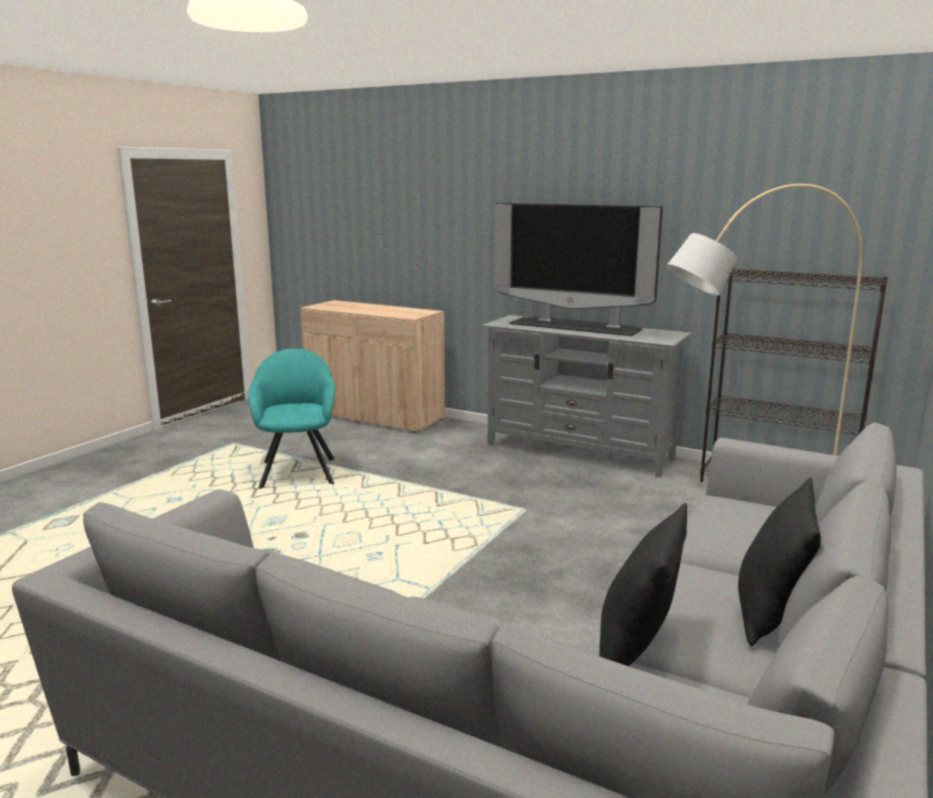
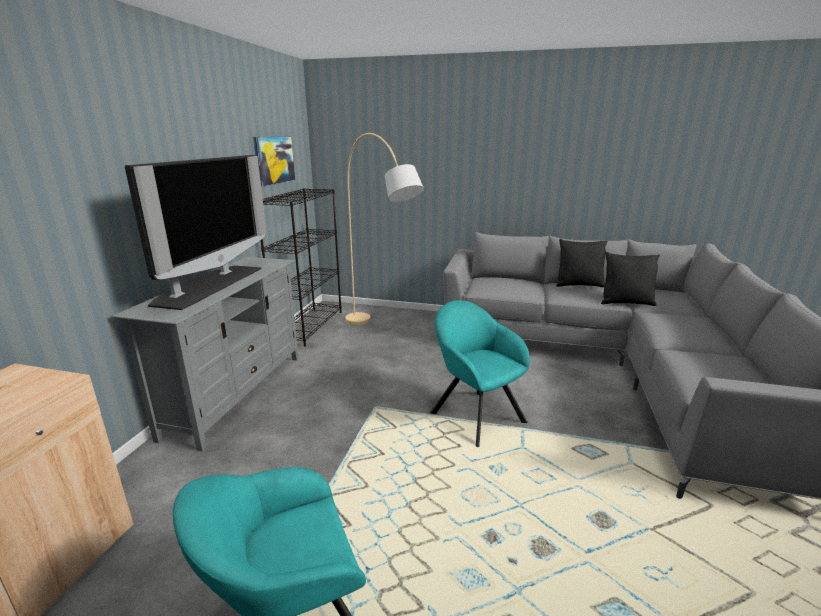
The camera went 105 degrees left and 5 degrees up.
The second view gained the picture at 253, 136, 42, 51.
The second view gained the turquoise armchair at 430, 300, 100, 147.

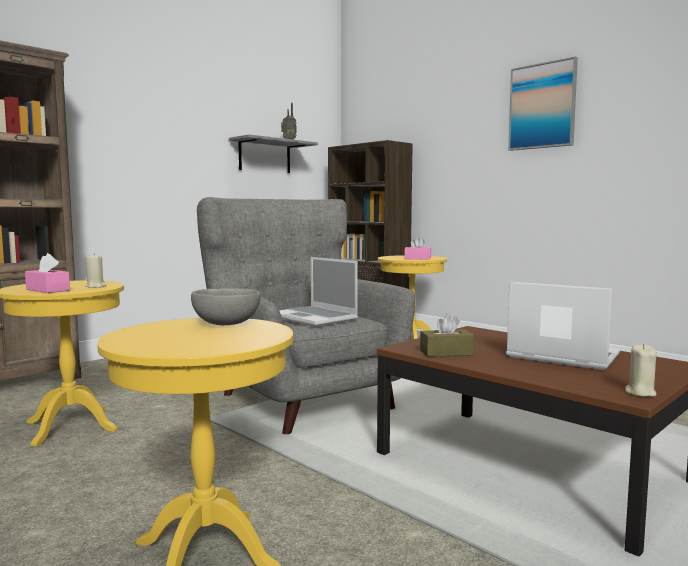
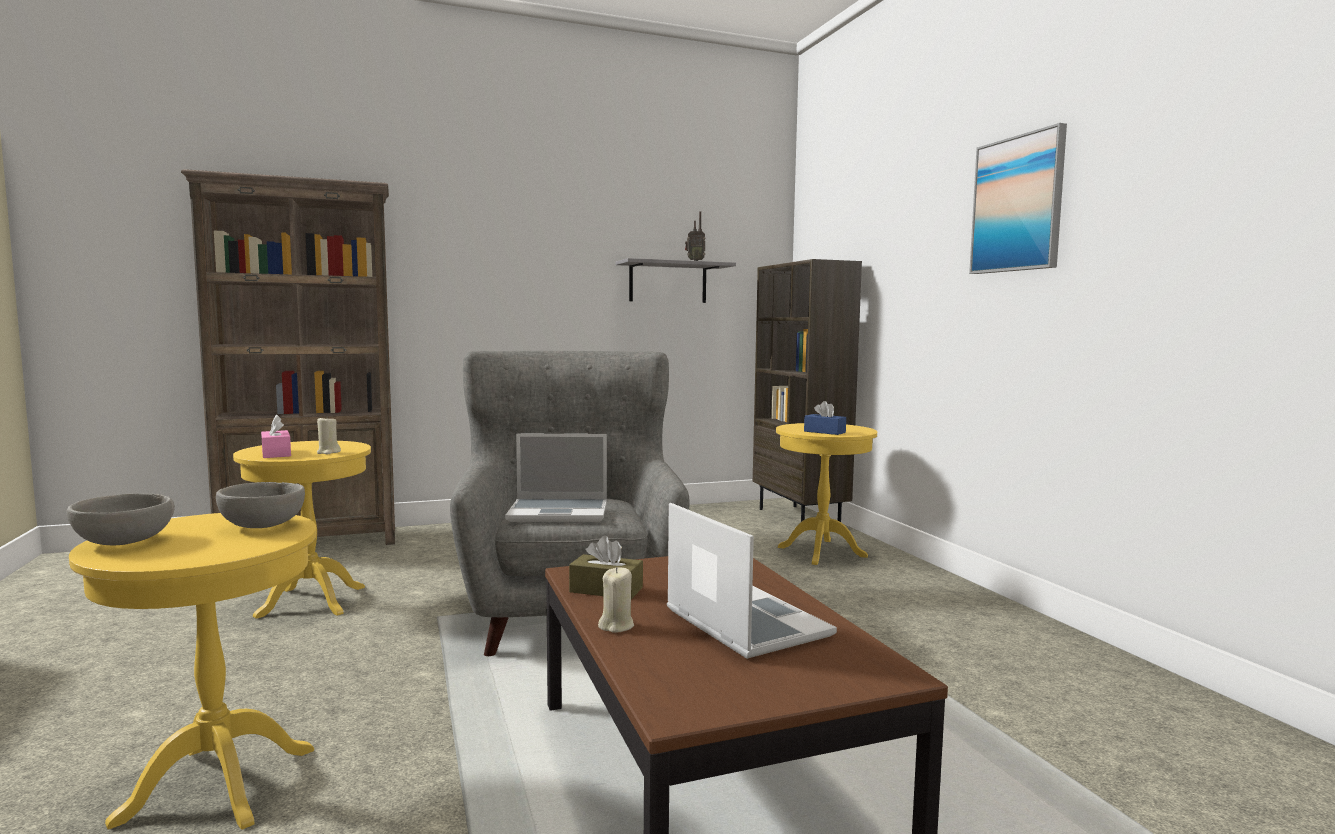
The camera went 25 degrees right and 0 degrees up.
The laptop at 279, 257, 79, 70 ended up facing another way, 75 degrees counterclockwise from before.
What was the pink tissue box at 404, 237, 27, 23 turned into the blue tissue box at 804, 401, 42, 34.
The beige candle ended up elsewhere, having gone from 625, 344, 32, 53 to 598, 567, 36, 66.
The second view gained the grey bowl at 67, 493, 108, 52.

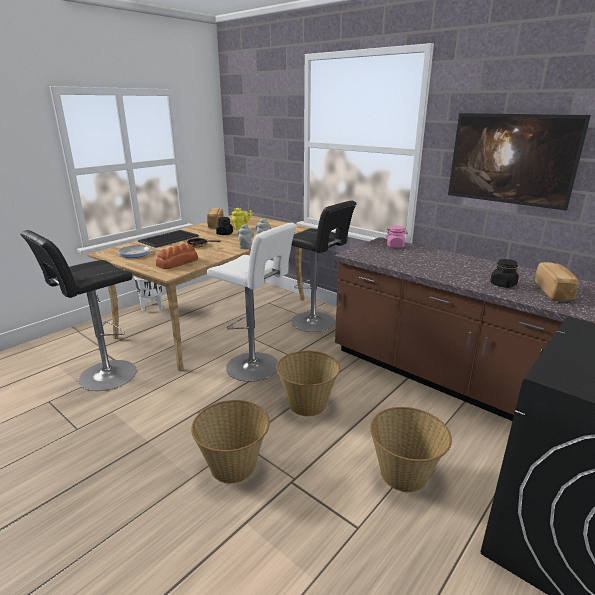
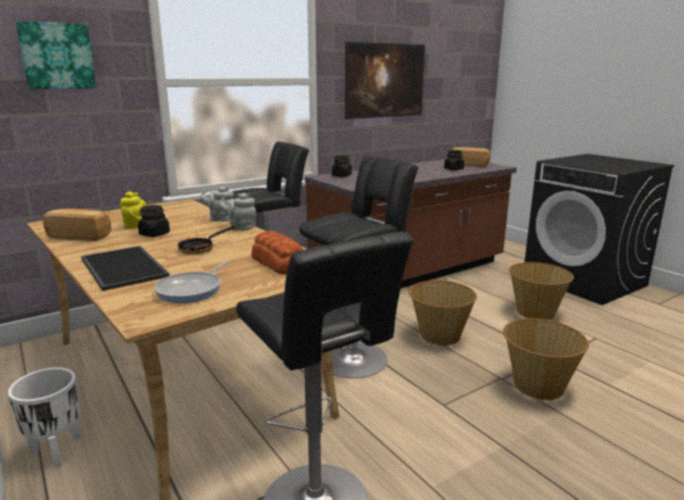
The camera went 75 degrees left and 5 degrees down.
What was the white stool at 207, 223, 90, 159 turned into the black stool at 299, 156, 120, 222.
What was the pink jar at 385, 226, 23, 22 turned into the black jar at 332, 155, 20, 22.
The second view gained the picture at 16, 21, 80, 68.

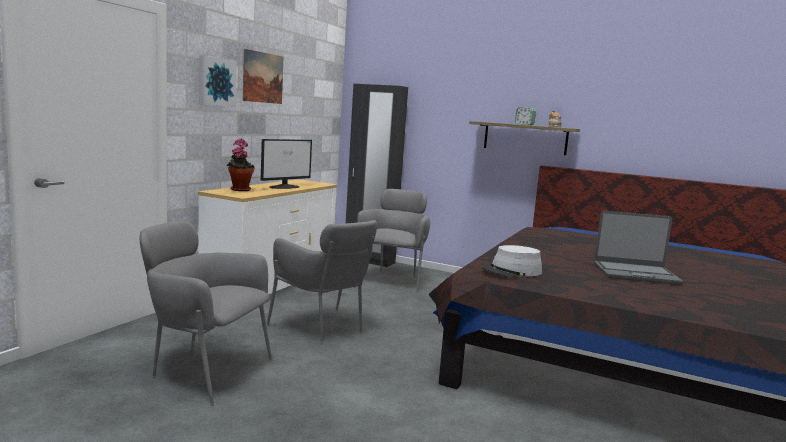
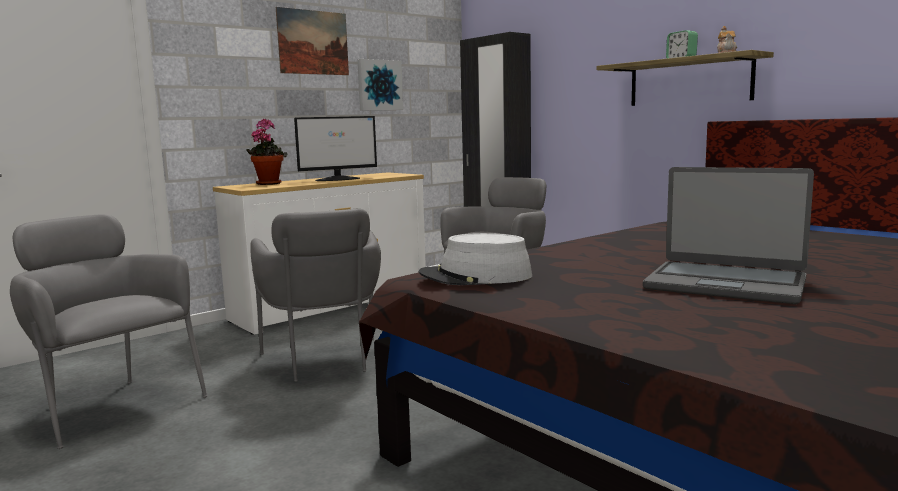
The camera went 25 degrees right and 0 degrees up.
The picture ended up elsewhere, having gone from 199, 55, 38, 52 to 357, 59, 46, 51.

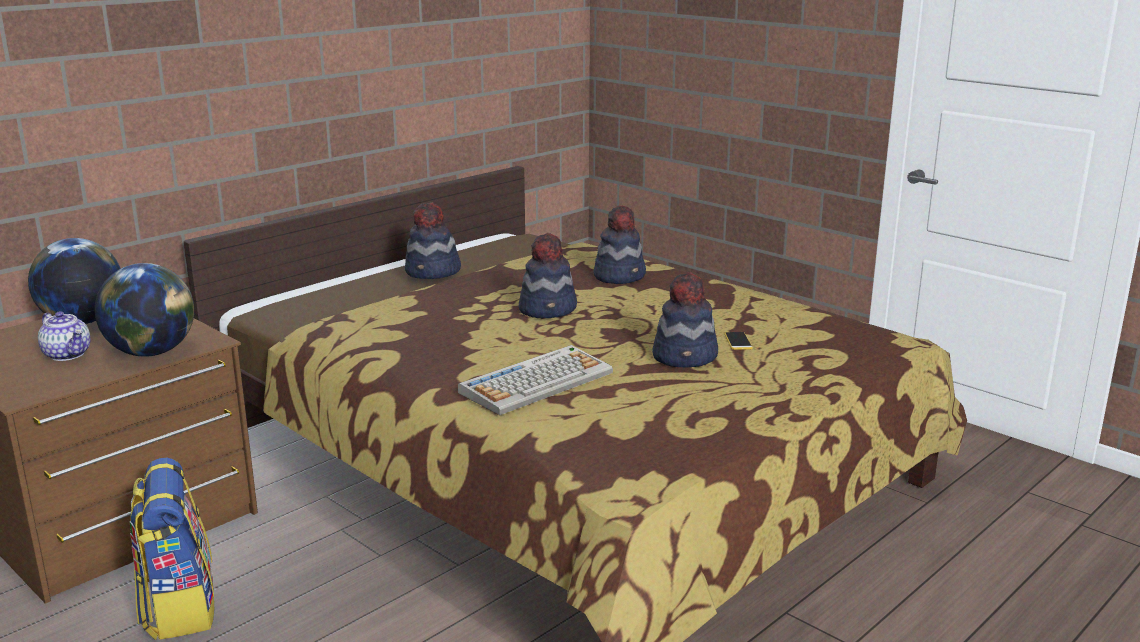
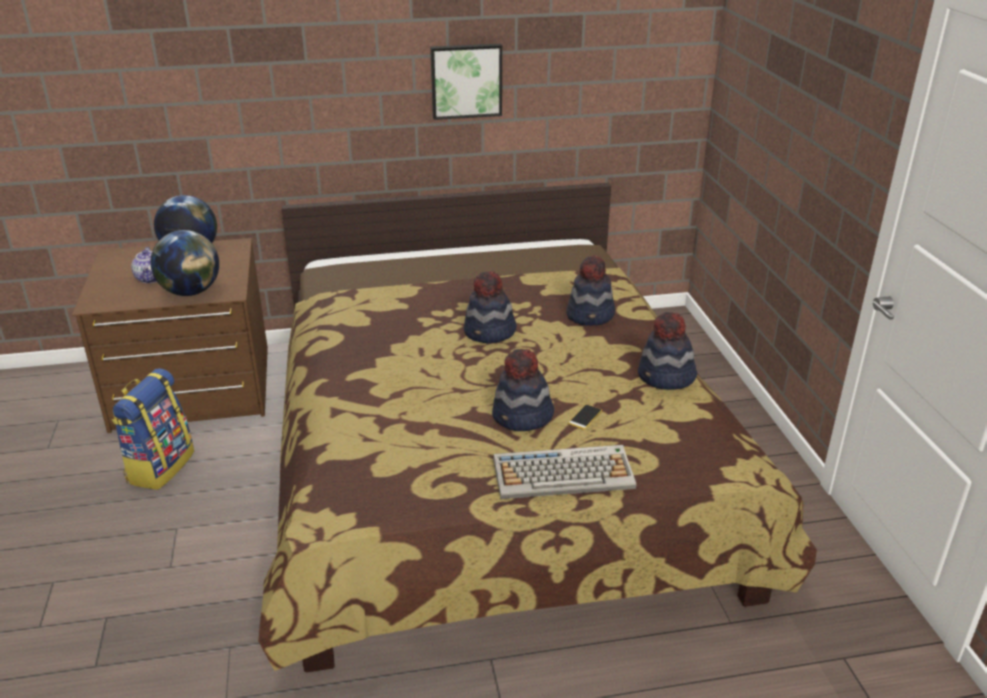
The camera went 35 degrees right and 10 degrees up.
The hat ended up elsewhere, having gone from 405, 202, 56, 77 to 638, 312, 59, 78.
The keyboard ended up elsewhere, having gone from 458, 345, 155, 70 to 493, 445, 143, 54.
The second view gained the picture at 430, 44, 72, 76.

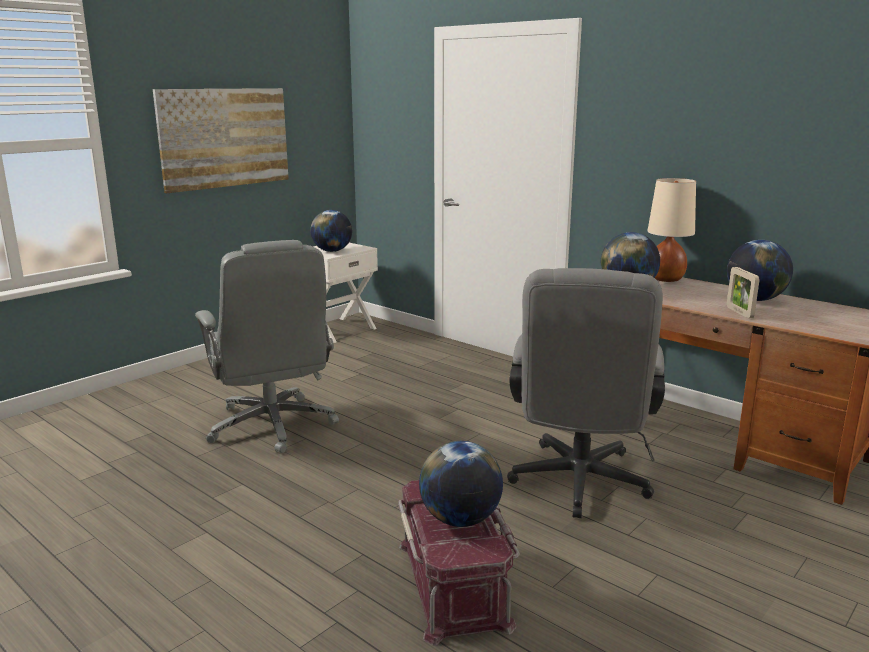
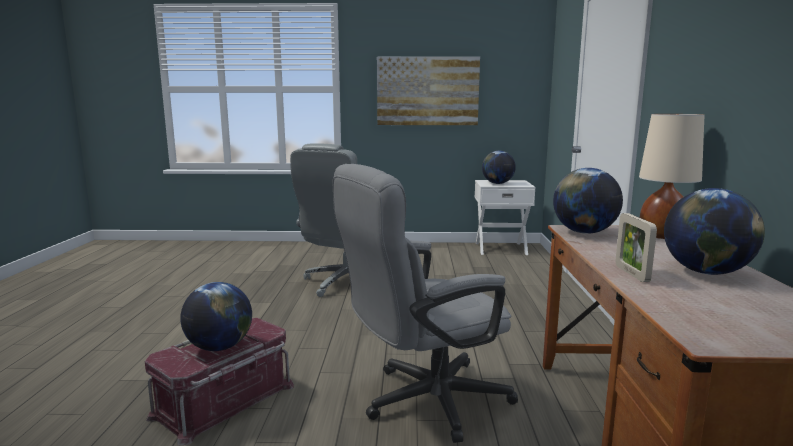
The camera went 50 degrees right and 5 degrees down.
The picture frame at 727, 267, 33, 51 ended up facing another way, 45 degrees counterclockwise from before.

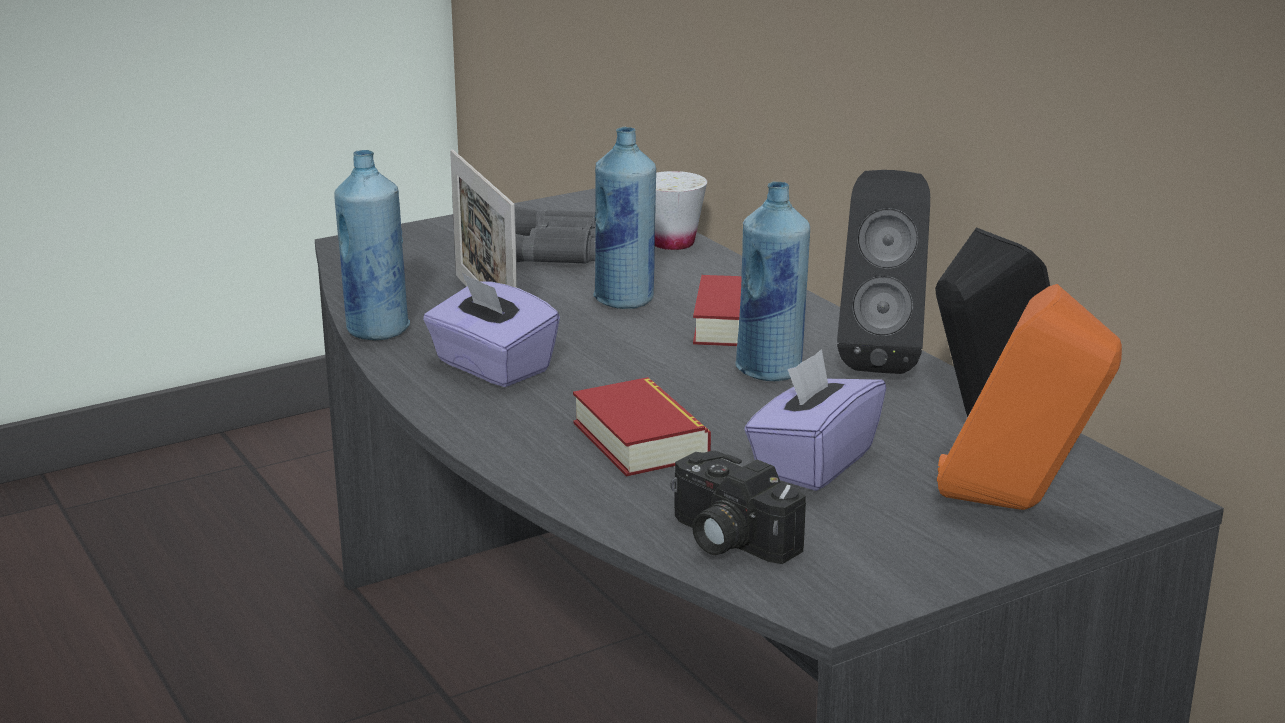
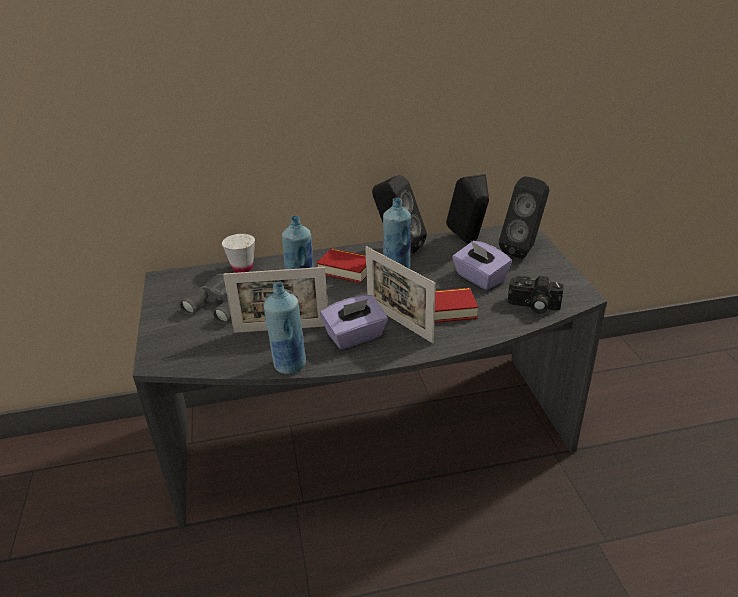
The camera went 70 degrees left and 10 degrees up.
The photo camera at 670, 451, 136, 113 ended up facing another way, 45 degrees clockwise from before.
What was the orange speaker at 937, 284, 185, 226 turned into the black speaker at 499, 176, 50, 83.
The second view gained the picture frame at 365, 246, 71, 97.

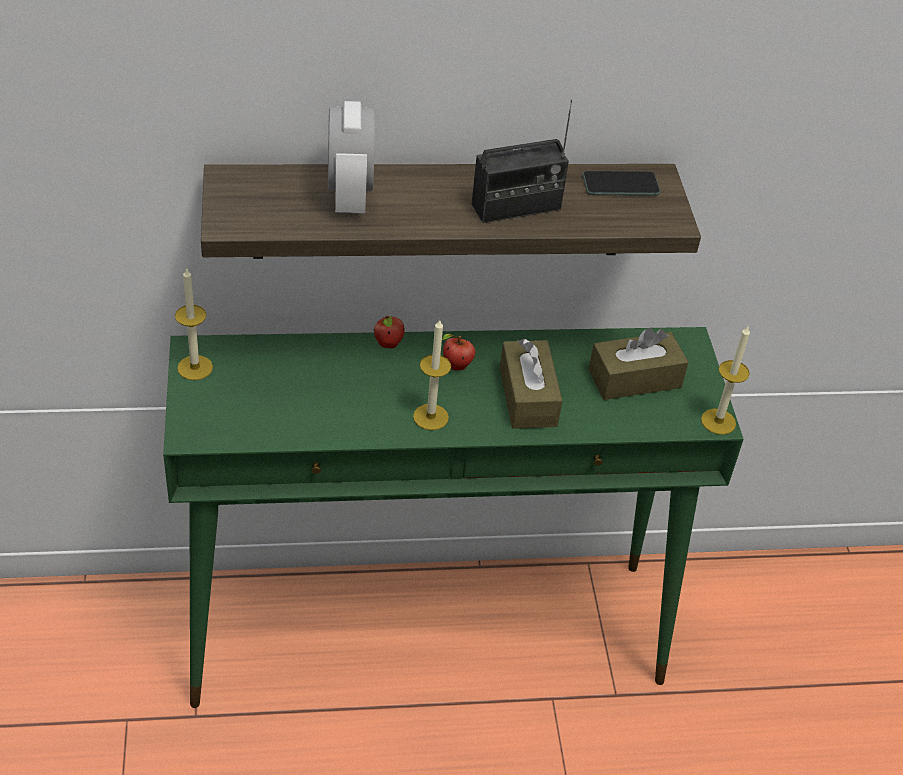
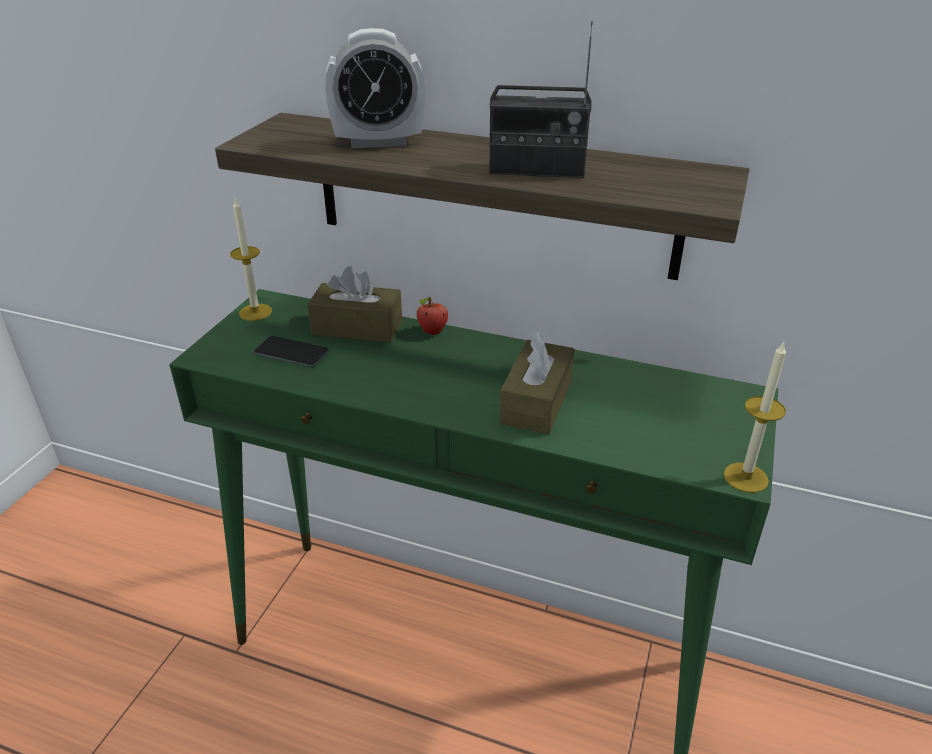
The camera went 30 degrees right and 10 degrees down.
The alarm clock at 328, 101, 47, 113 ended up facing another way, 60 degrees clockwise from before.
The second view lost the candle at 413, 319, 38, 111.
The second view lost the apple at 442, 333, 33, 38.
The phone ended up elsewhere, having gone from 583, 171, 77, 25 to 254, 336, 76, 32.
The brown tissue box ended up elsewhere, having gone from 589, 328, 99, 72 to 307, 266, 95, 77.

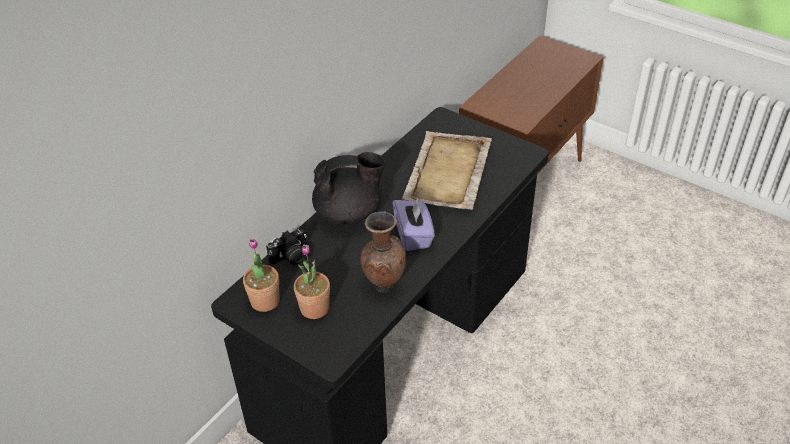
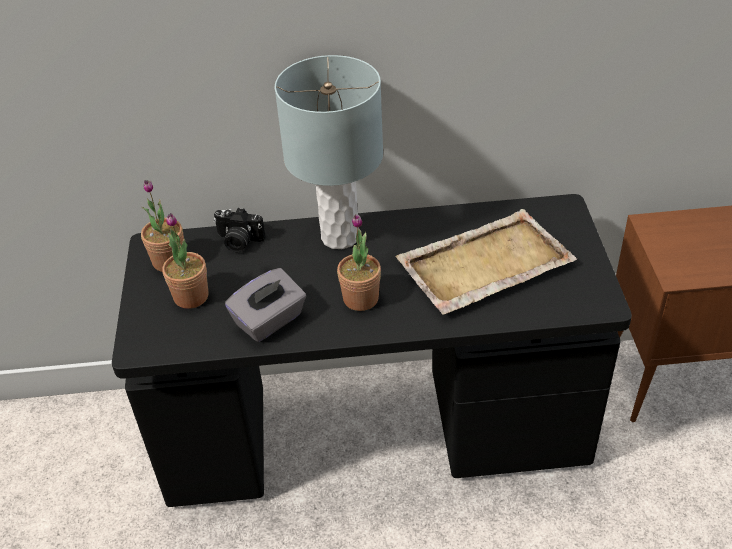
The camera went 50 degrees right and 0 degrees up.
Where the black teapot stood at 312, 152, 74, 73, the grey table lamp came to stand at 275, 55, 108, 194.
Where the brown vase stood at 360, 212, 46, 81, the grey tissue box came to stand at 225, 268, 81, 74.
Where the purple tissue box stood at 393, 197, 42, 54, the potted plant came to stand at 337, 214, 44, 97.

